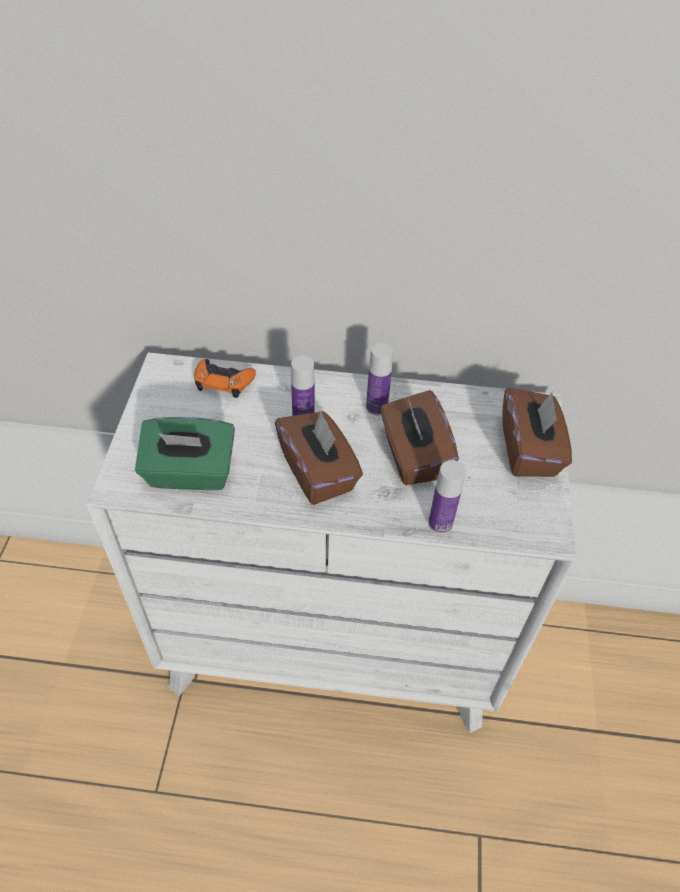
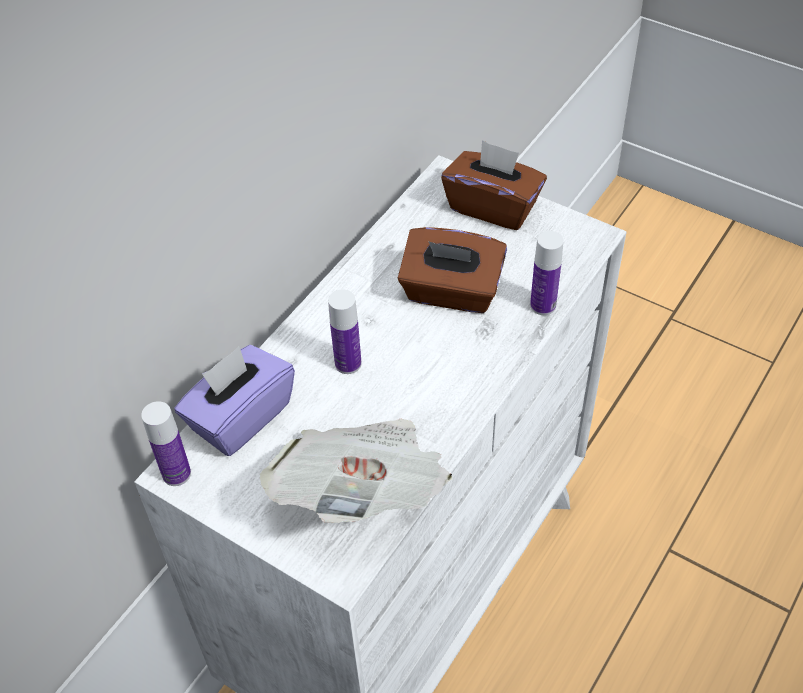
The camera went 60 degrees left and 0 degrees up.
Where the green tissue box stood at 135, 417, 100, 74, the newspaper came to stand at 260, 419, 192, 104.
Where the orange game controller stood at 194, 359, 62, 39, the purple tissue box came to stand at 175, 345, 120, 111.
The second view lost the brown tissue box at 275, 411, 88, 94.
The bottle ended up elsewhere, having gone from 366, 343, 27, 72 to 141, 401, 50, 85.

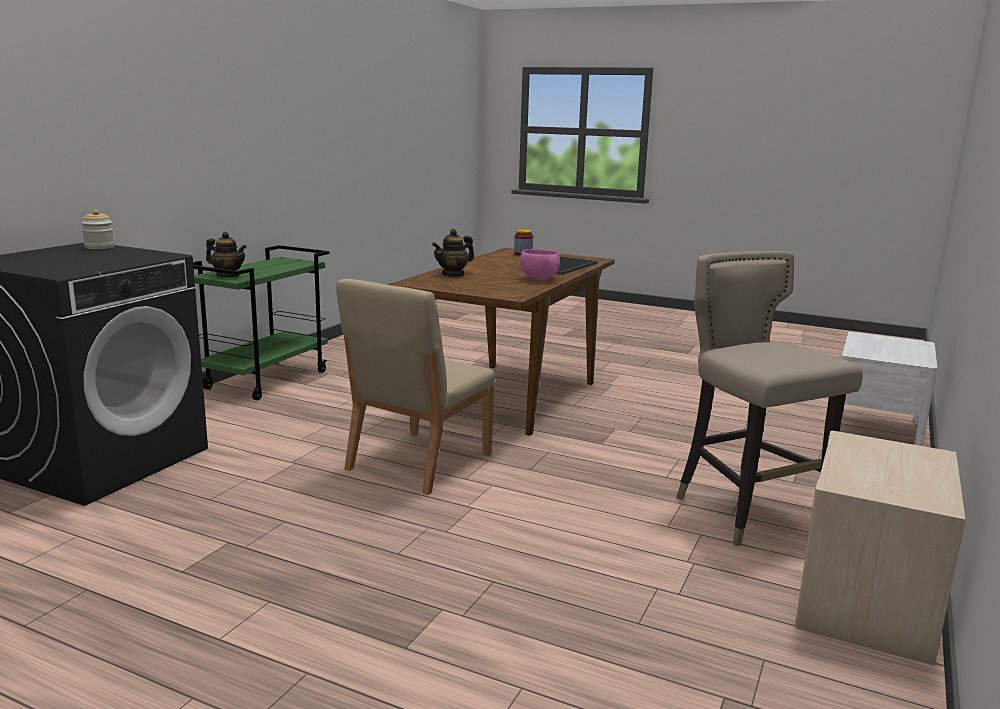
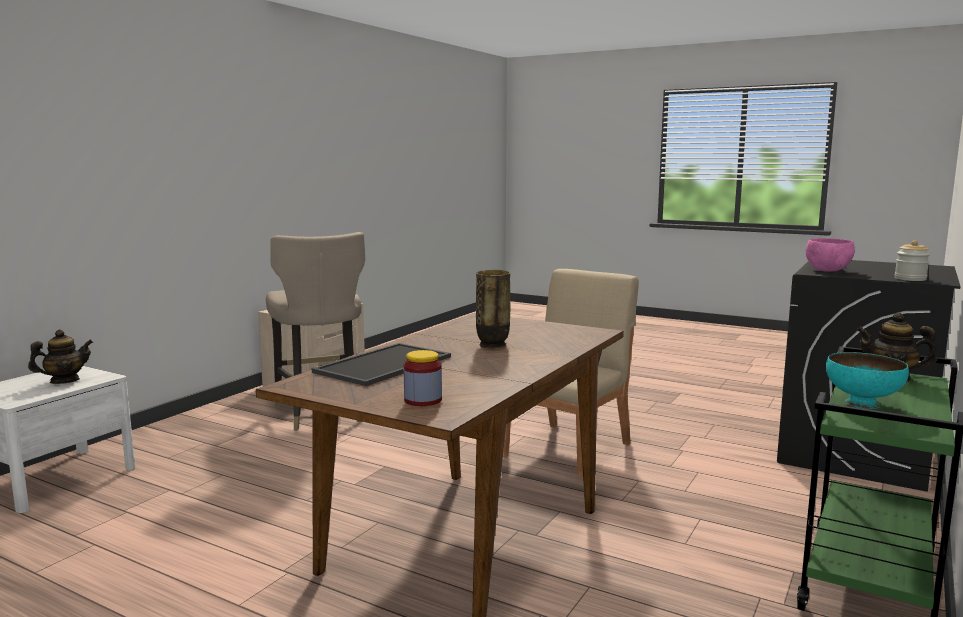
The camera went 175 degrees left and 5 degrees down.
The teapot ended up elsewhere, having gone from 432, 229, 42, 48 to 28, 329, 65, 55.
The pink bowl ended up elsewhere, having gone from 520, 249, 40, 31 to 806, 238, 49, 33.
The second view gained the vase at 476, 270, 34, 79.
The second view gained the turquoise bowl at 826, 352, 83, 57.

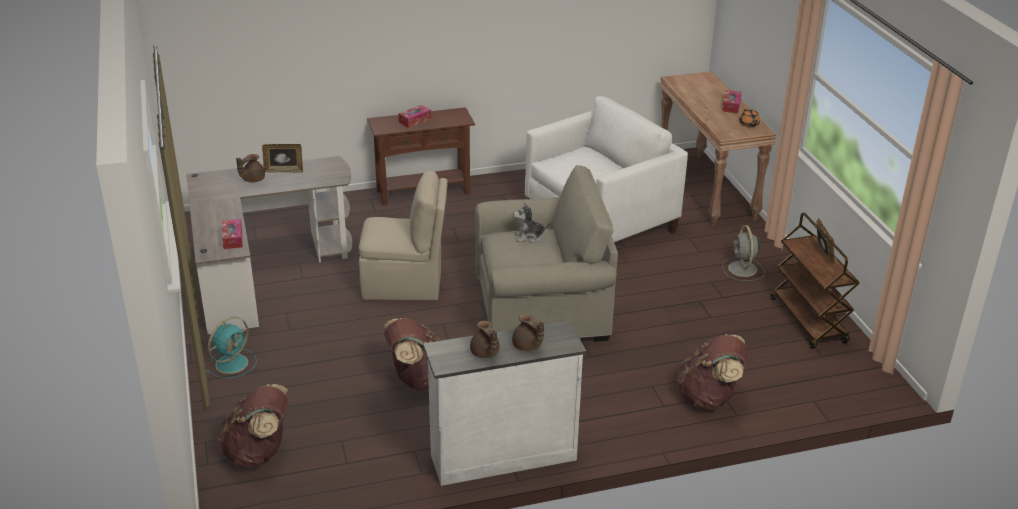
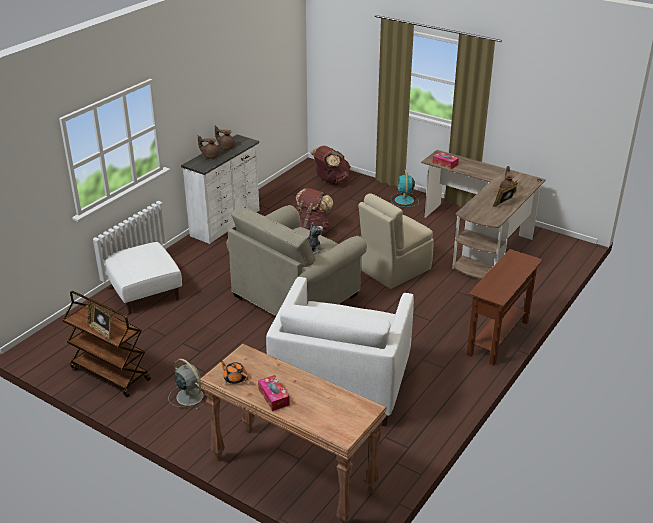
The camera went 140 degrees right and 0 degrees up.
The second view lost the tissue box at 398, 105, 33, 23.
Where the brown backpack stood at 678, 334, 69, 75, the white ottoman came to stand at 104, 242, 78, 72.

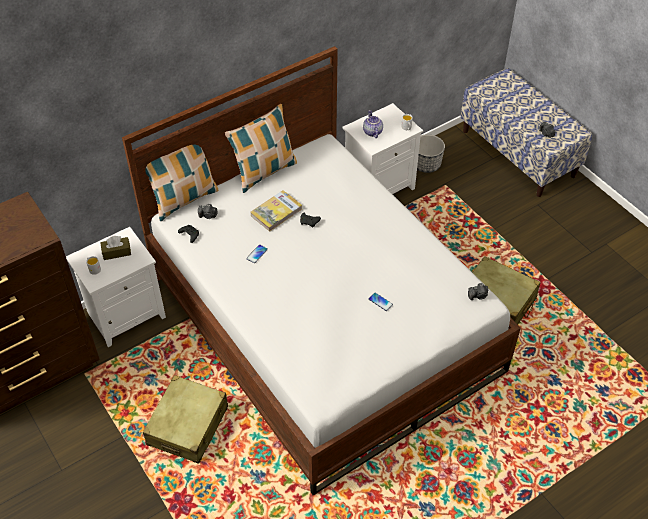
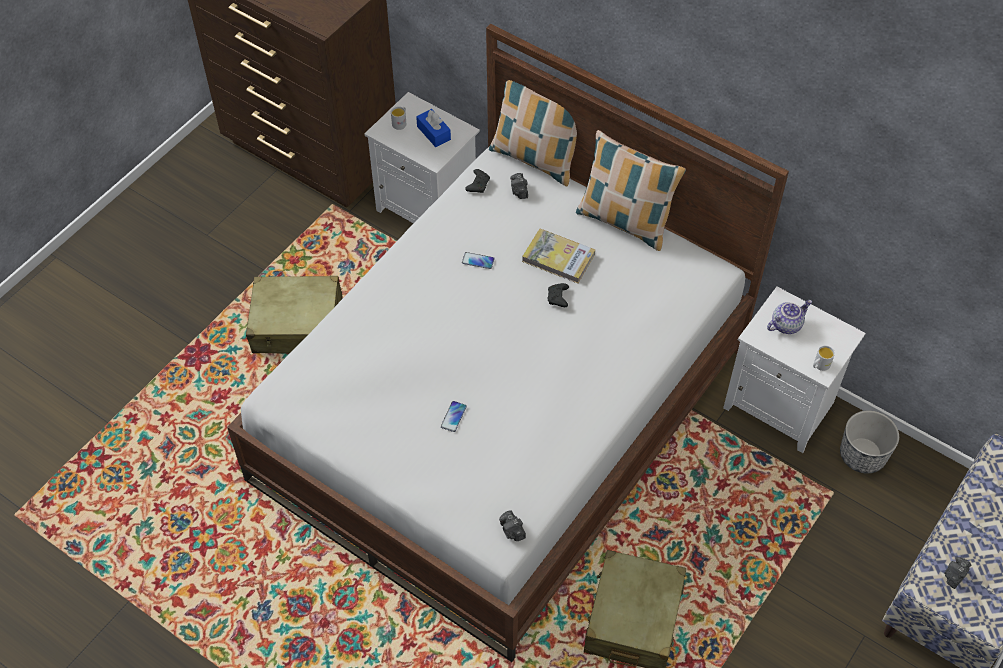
The camera went 70 degrees right and 5 degrees up.
What was the brown tissue box at 100, 236, 31, 24 turned into the blue tissue box at 416, 109, 35, 38.

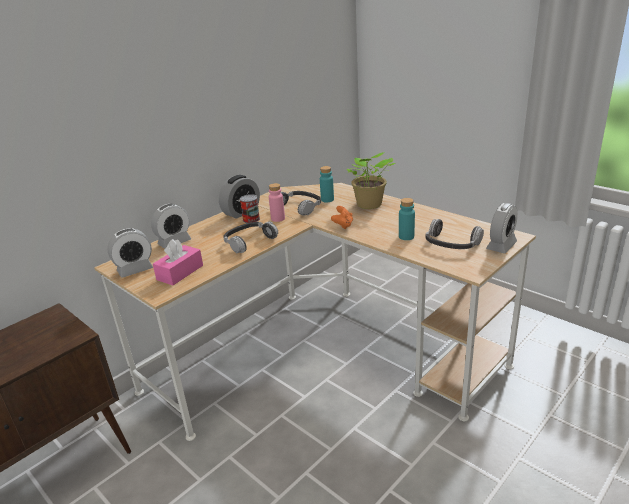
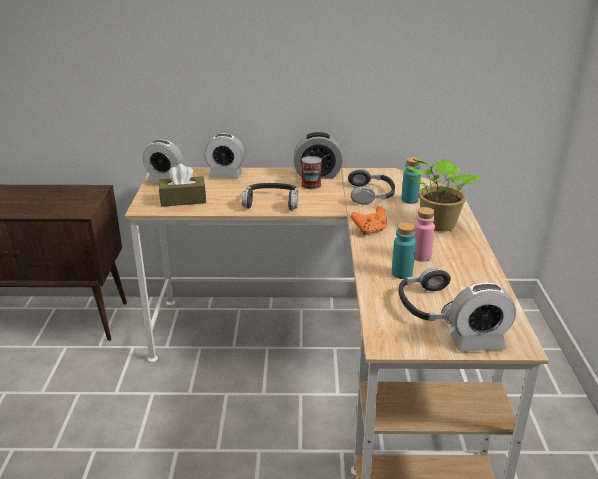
The camera went 45 degrees right and 0 degrees up.
What was the pink tissue box at 153, 239, 50, 46 turned into the brown tissue box at 159, 164, 47, 43.
The pink bottle ended up elsewhere, having gone from 269, 183, 16, 39 to 414, 207, 21, 55.

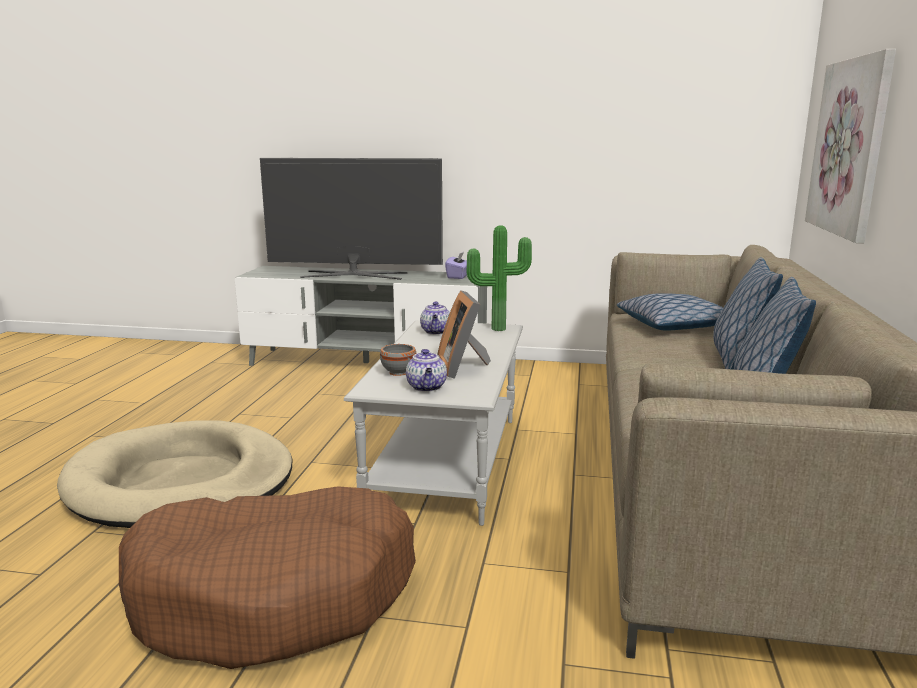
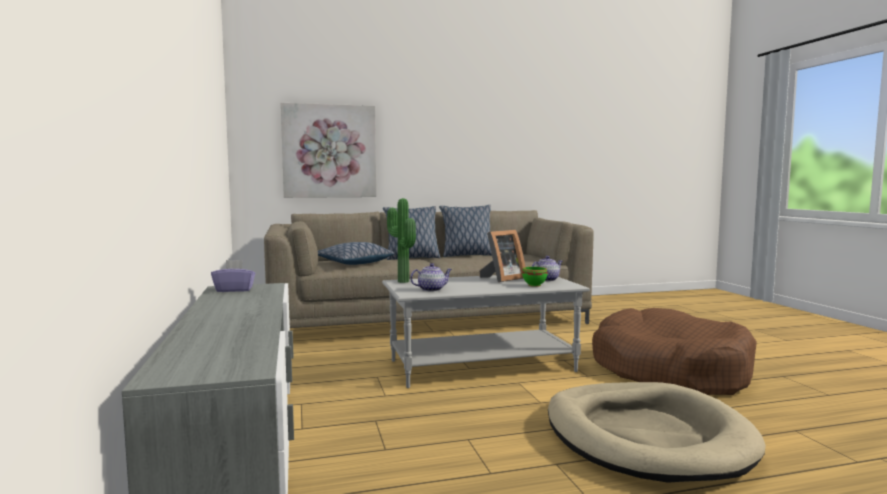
The camera went 115 degrees left and 10 degrees down.
The second view lost the television at 260, 158, 183, 122.
What was the grey bowl at 380, 344, 36, 32 turned into the green bowl at 522, 267, 26, 20.

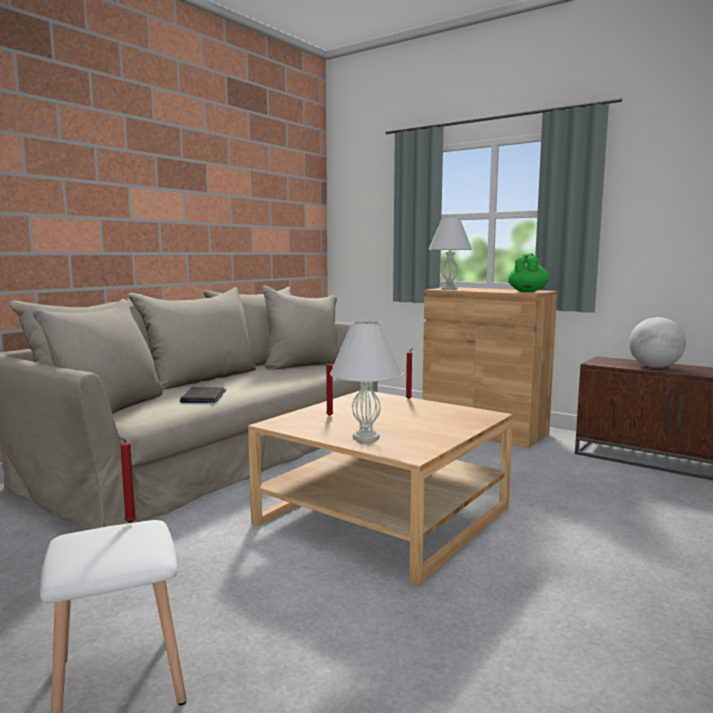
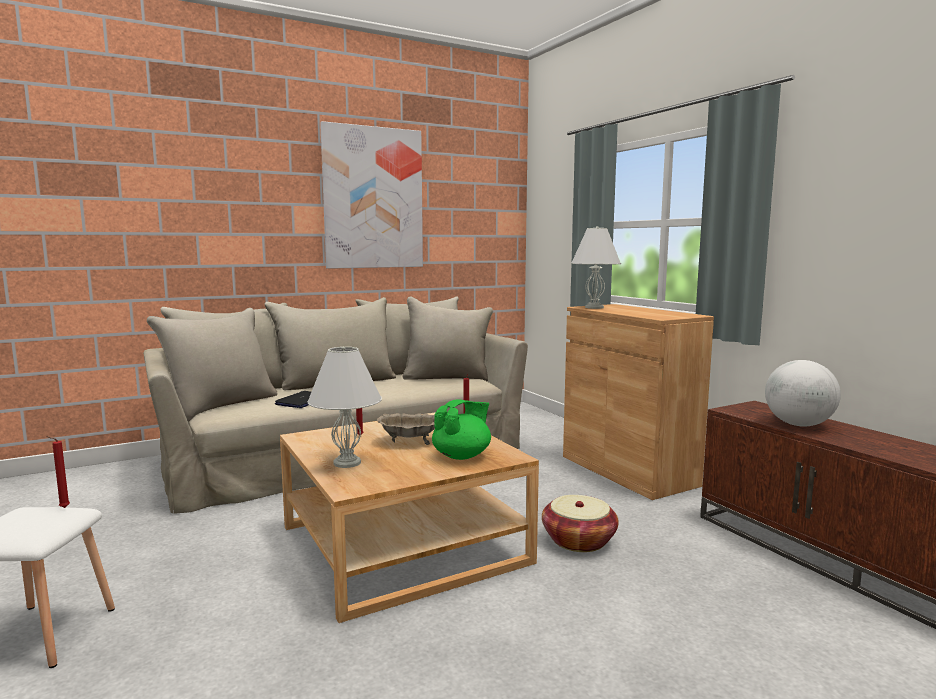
The camera went 25 degrees right and 0 degrees up.
The green teapot ended up elsewhere, having gone from 508, 253, 41, 39 to 432, 399, 59, 61.
The second view gained the picture at 320, 121, 103, 148.
The second view gained the beige bowl at 376, 413, 59, 32.
The second view gained the basket at 542, 495, 77, 57.

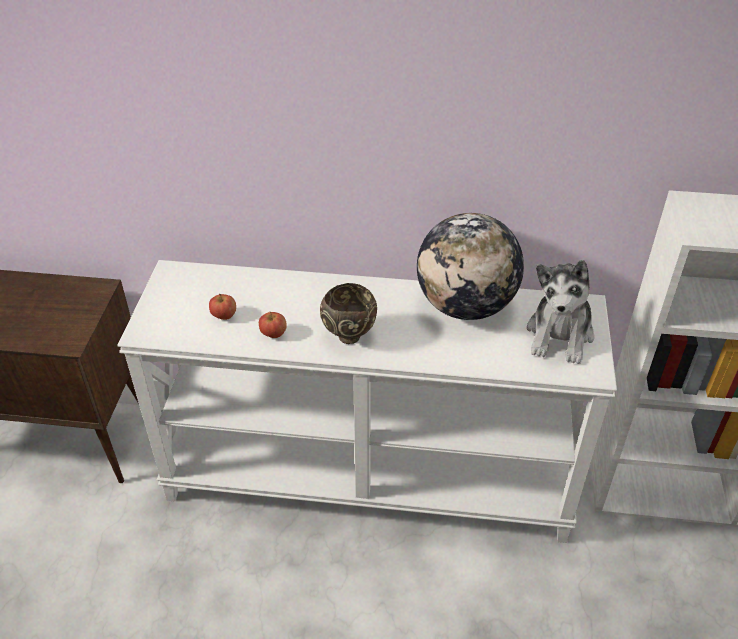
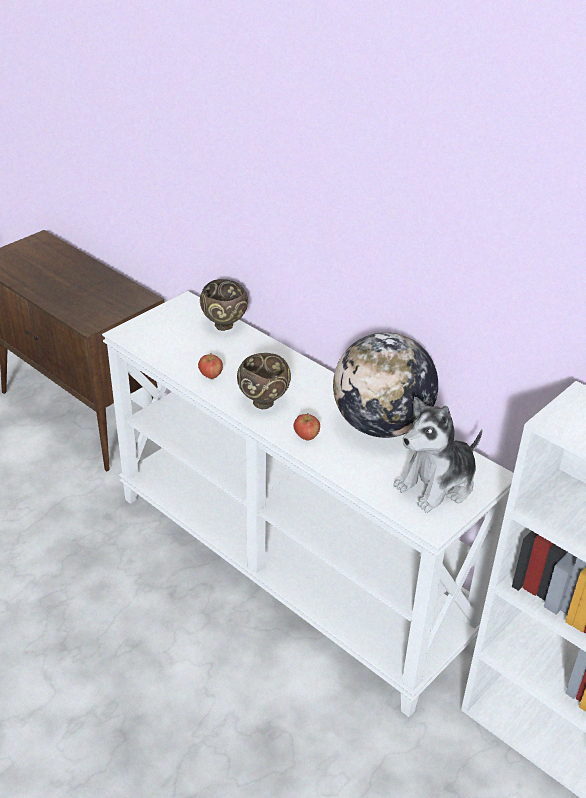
The camera went 35 degrees right and 5 degrees down.
The apple ended up elsewhere, having gone from 209, 294, 27, 26 to 293, 413, 27, 27.
The second view gained the brown bowl at 200, 279, 48, 52.

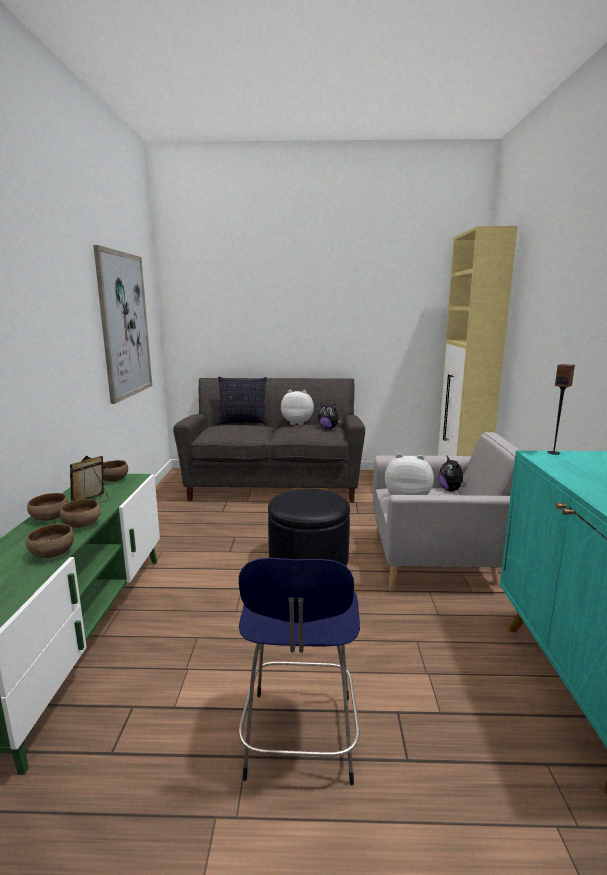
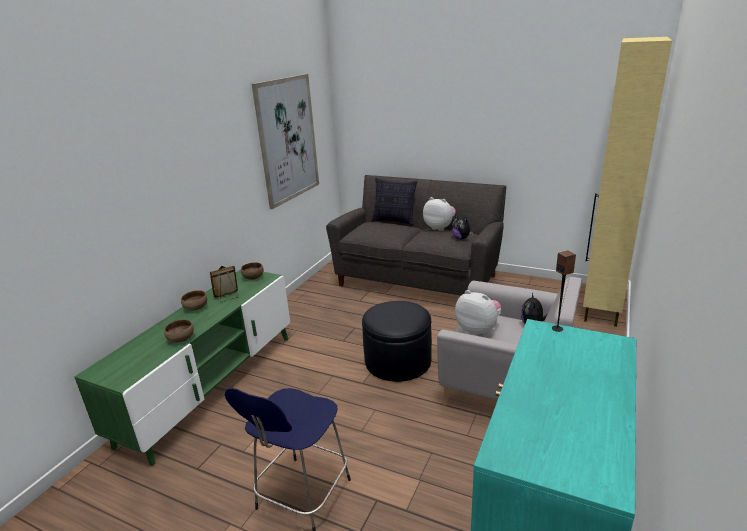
The camera went 25 degrees right and 10 degrees up.
The second view lost the brown bowl at 60, 499, 41, 29.

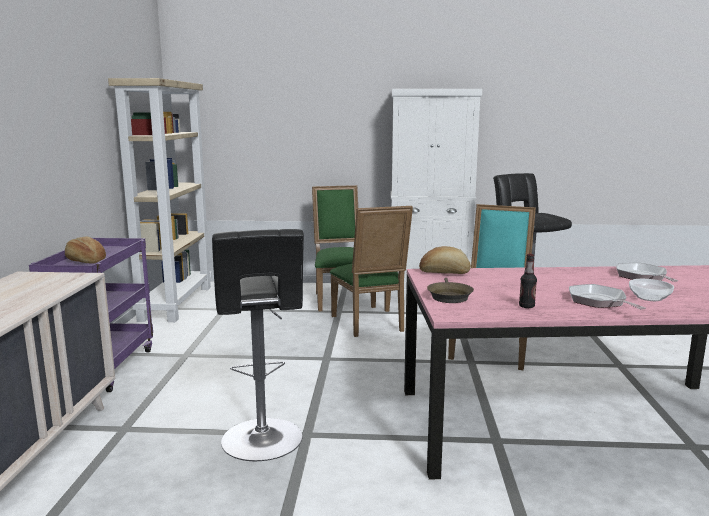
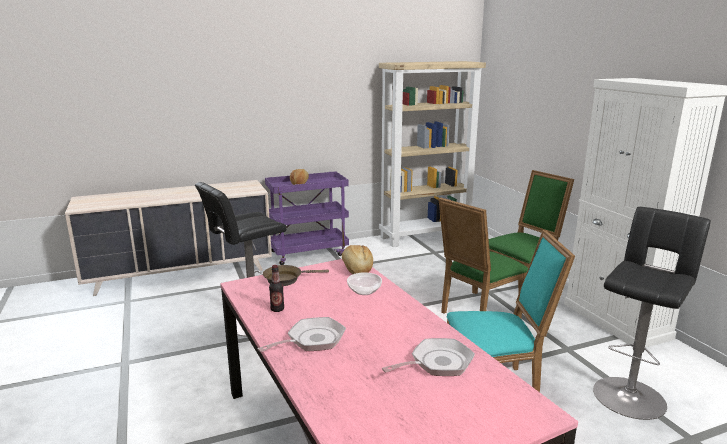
The camera went 65 degrees right and 5 degrees up.
The bowl ended up elsewhere, having gone from 629, 279, 45, 22 to 347, 272, 35, 23.

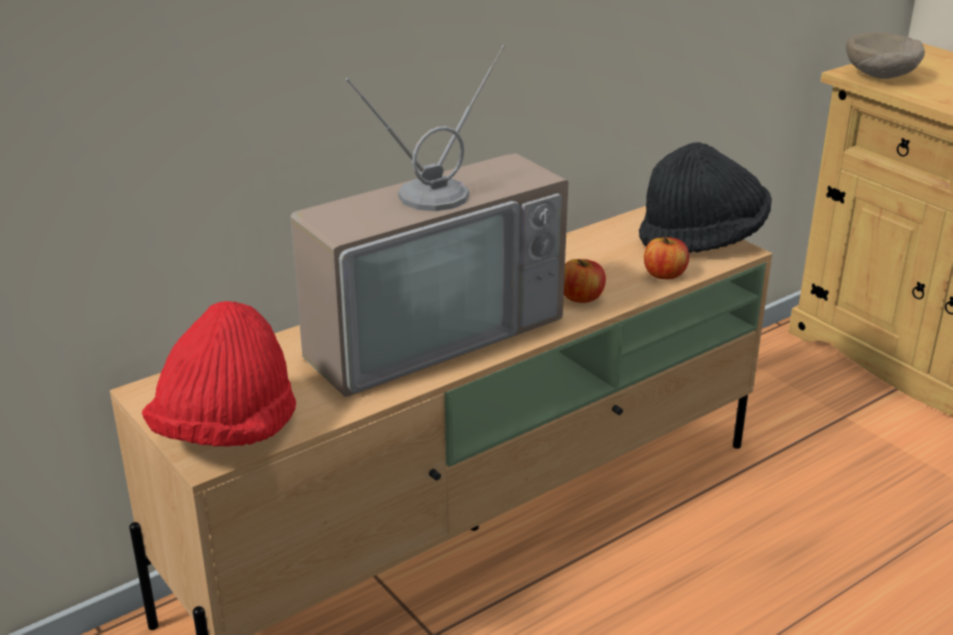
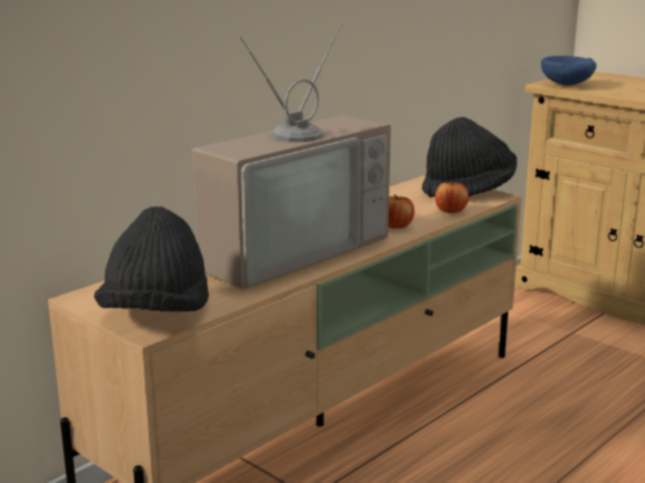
The camera went 10 degrees left and 10 degrees down.
What was the red hat at 142, 301, 154, 146 turned into the black hat at 94, 206, 115, 106.
What was the beige bowl at 846, 32, 79, 47 turned into the blue bowl at 541, 56, 55, 29.

